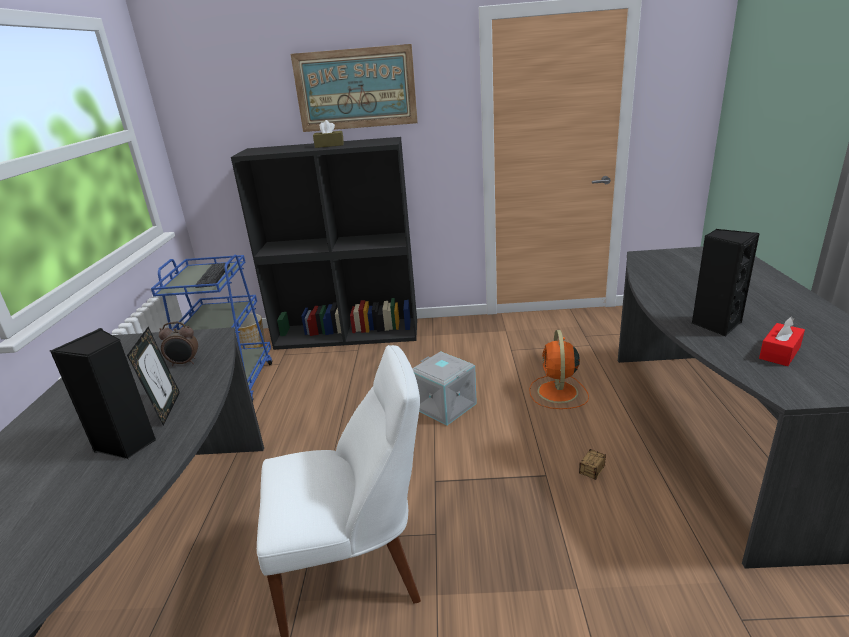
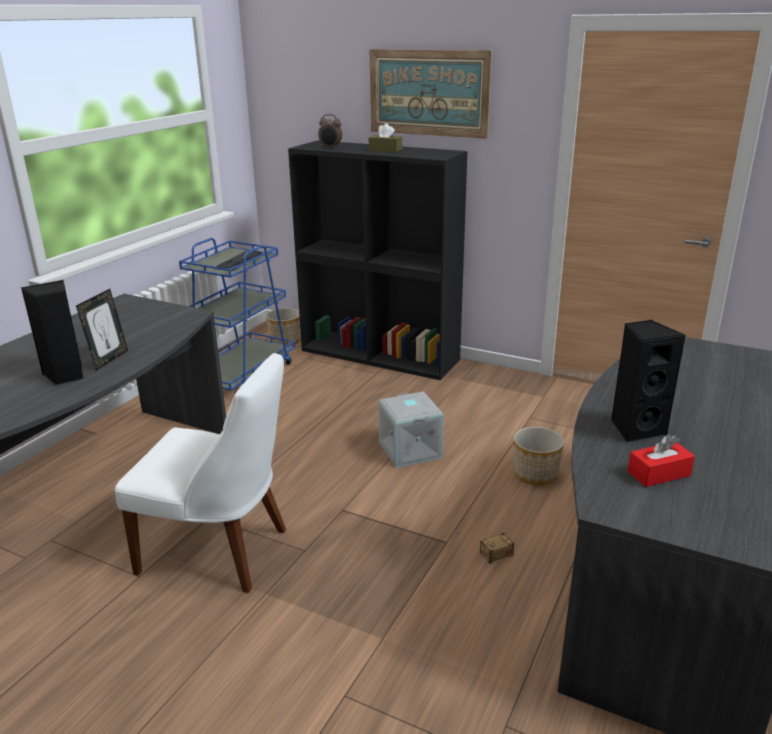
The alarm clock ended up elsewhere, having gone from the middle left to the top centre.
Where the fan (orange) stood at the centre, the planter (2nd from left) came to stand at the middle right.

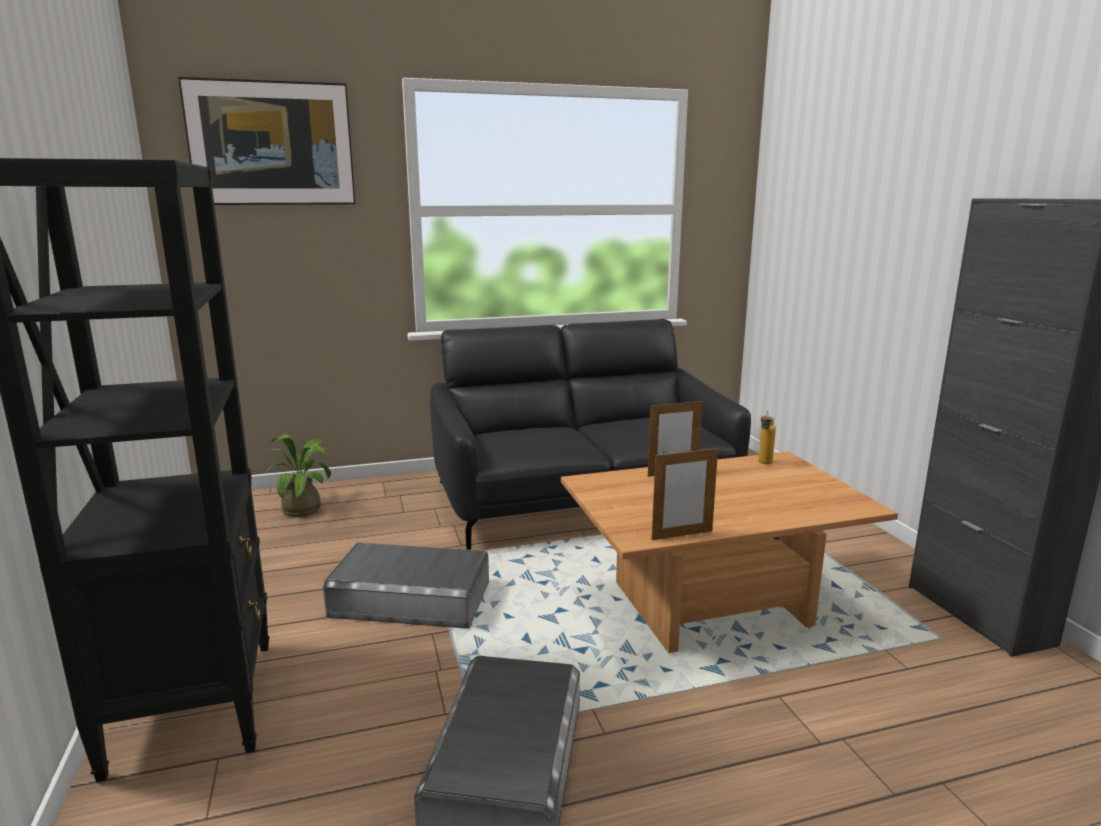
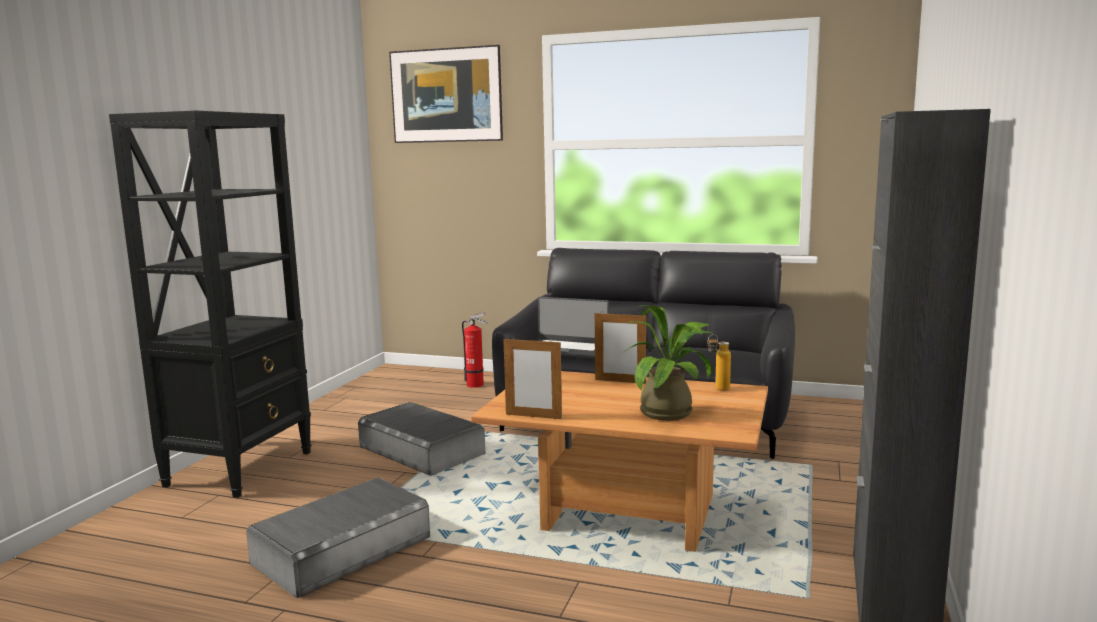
The second view gained the fire extinguisher at the centre.
The second view gained the laptop at the centre.
The potted plant ended up elsewhere, having gone from the middle left to the centre.

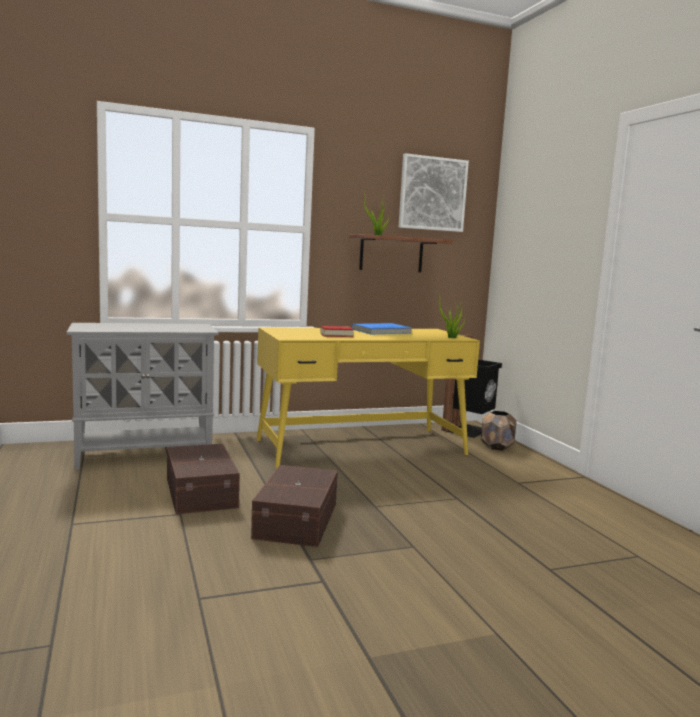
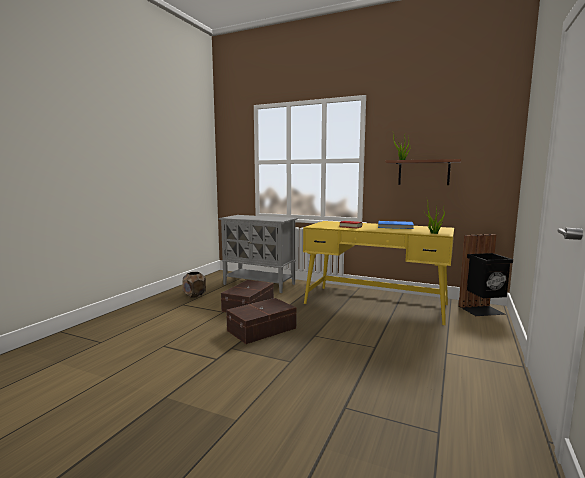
The planter (brown) ended up elsewhere, having gone from the middle right to the middle left.
The second view lost the picture at the top centre.

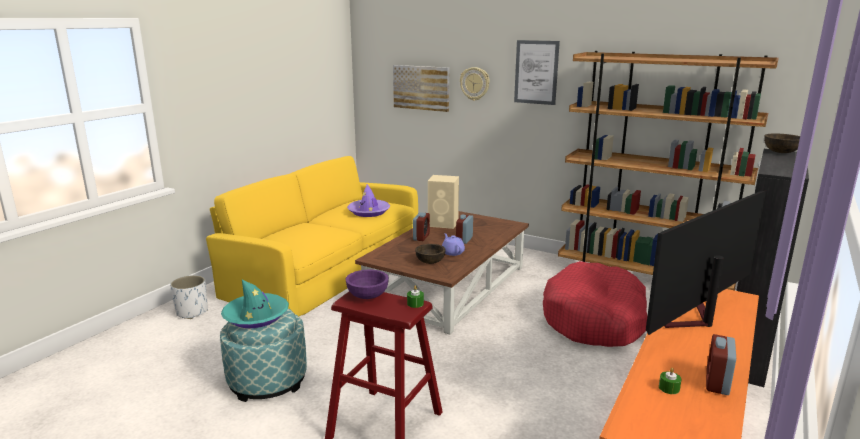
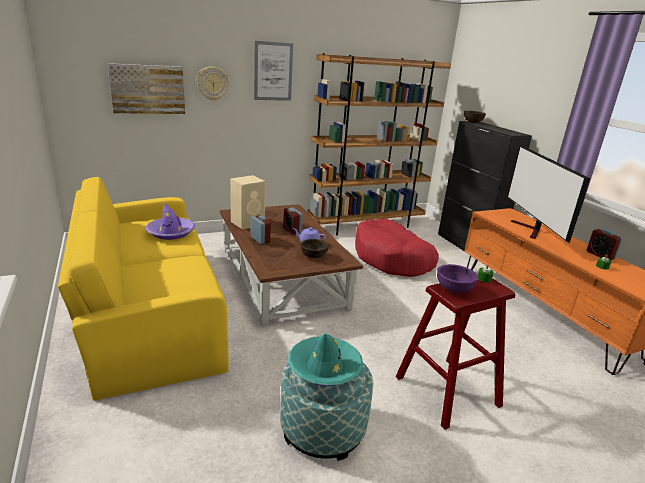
The second view lost the planter (white) at the bottom left.

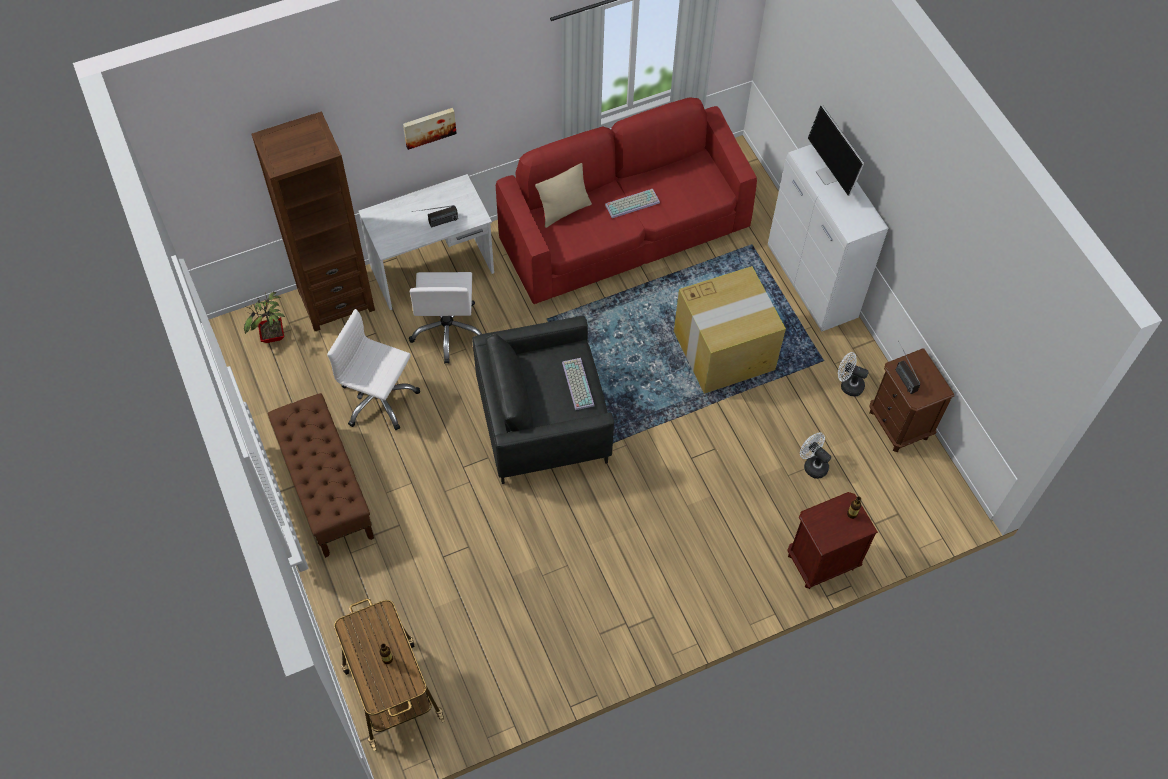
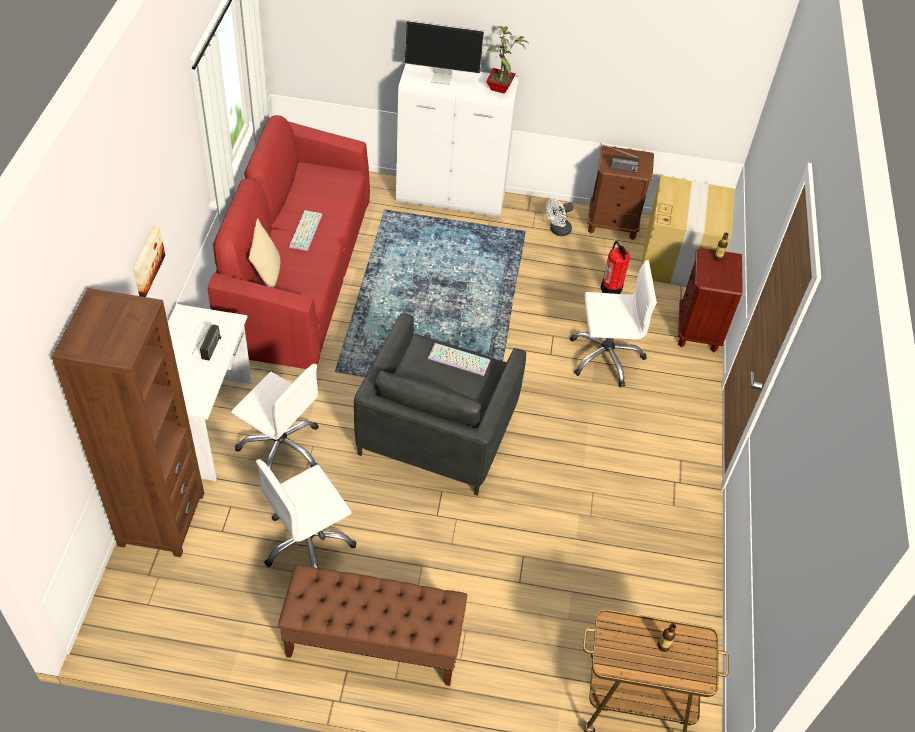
The potted plant ended up elsewhere, having gone from the middle left to the top centre.
The second view gained the office chair (white) (3rd from left) at the middle right.
Where the fan (white) (1st from left) stood at the middle right, the fire extinguisher came to stand at the middle right.
The cardboard box ended up elsewhere, having gone from the centre to the top right.

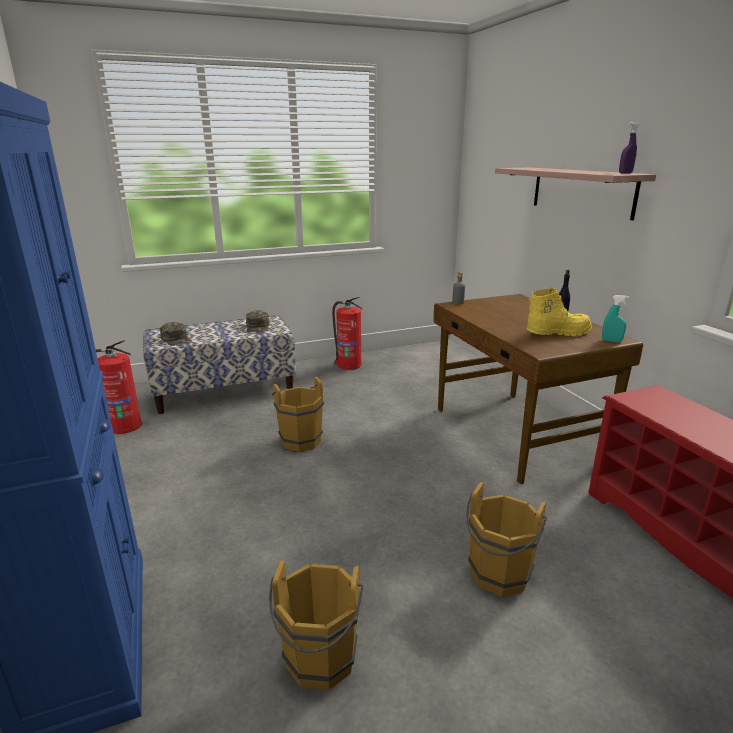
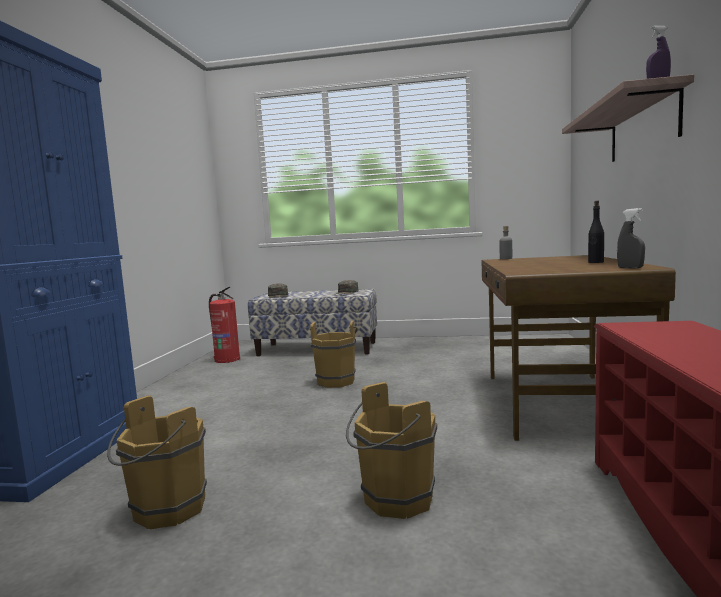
What was the spray bottle (turquoise) at the middle right turned into the spray bottle (grey) at the middle right.
The second view lost the fire extinguisher (2nd from left) at the centre.
The second view lost the boot (yellow) at the middle right.

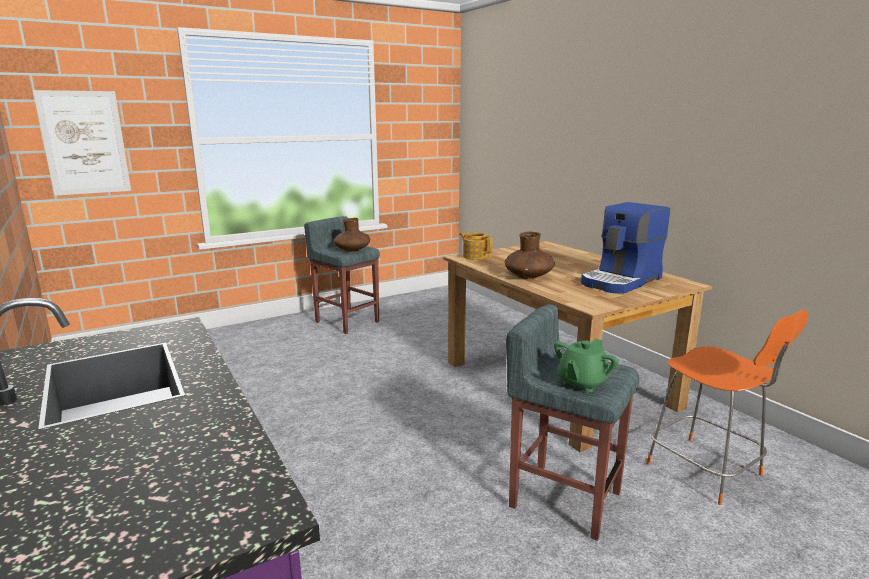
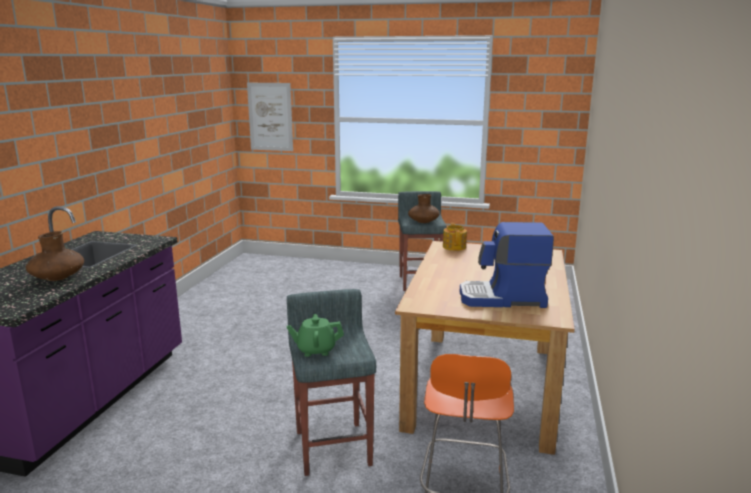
The vase (brown) (2nd from left in the first image) ended up elsewhere, having gone from the centre to the middle left.

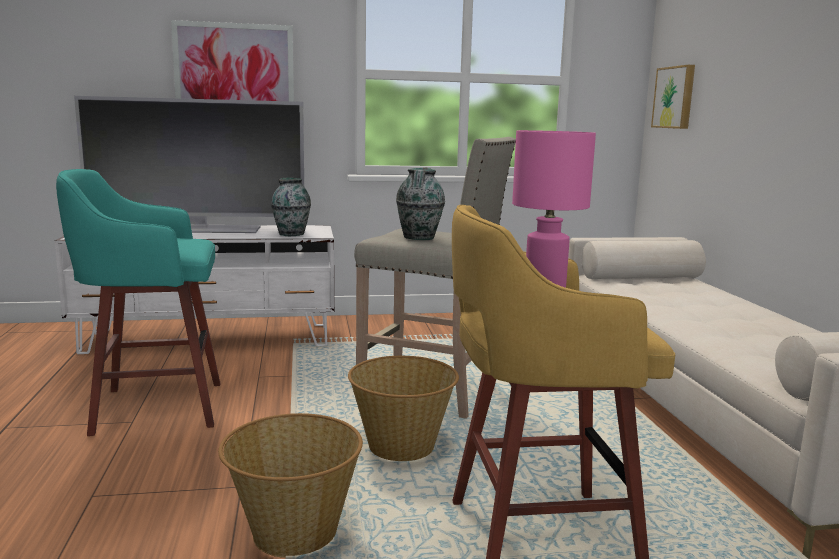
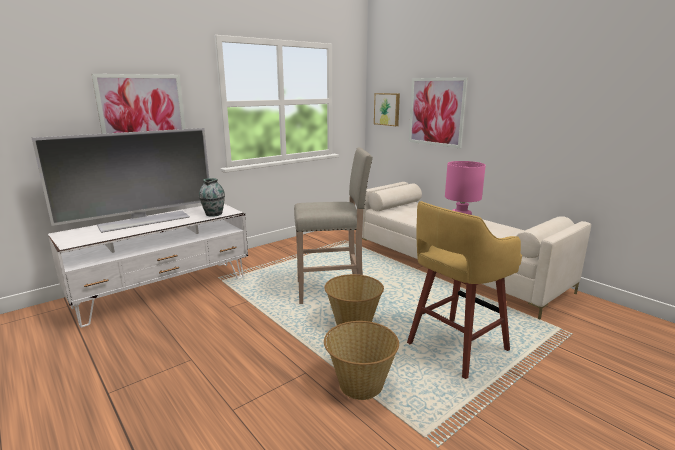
The second view gained the picture (3rd from left) at the top centre.
The second view lost the stool (turquoise) at the middle left.
The second view lost the vase (2nd from left) at the centre.

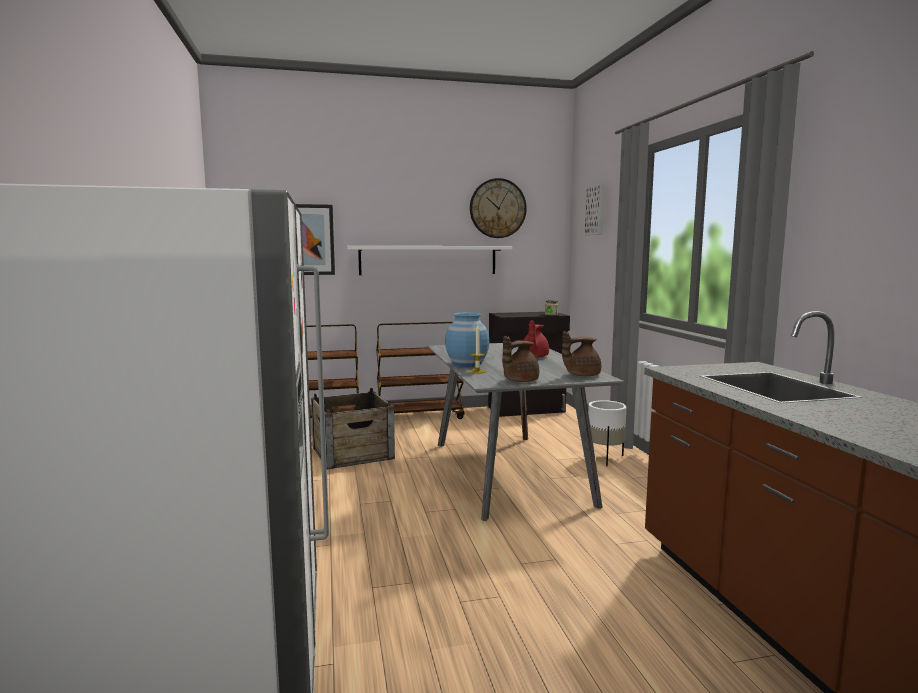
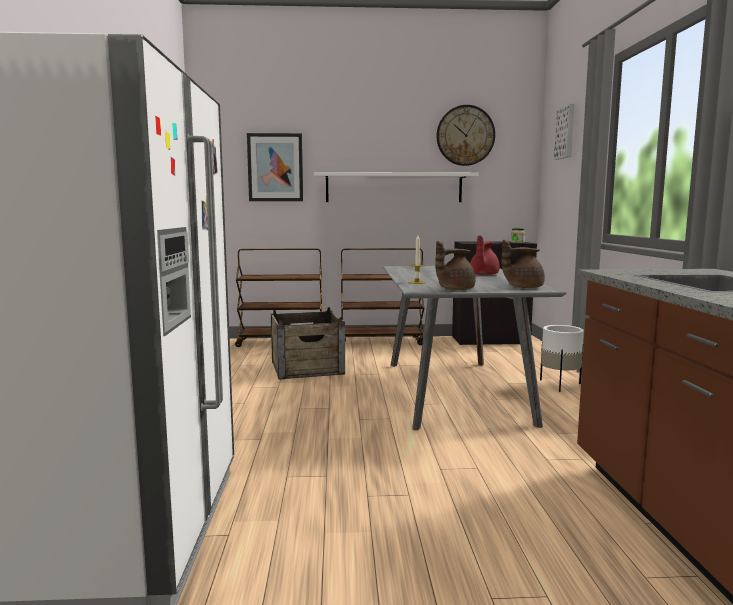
The second view lost the vase (blue) at the centre.

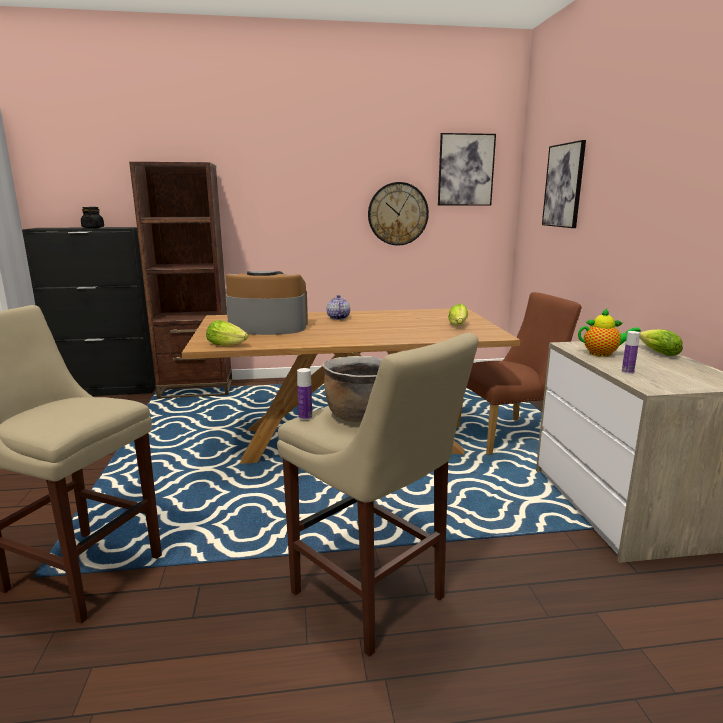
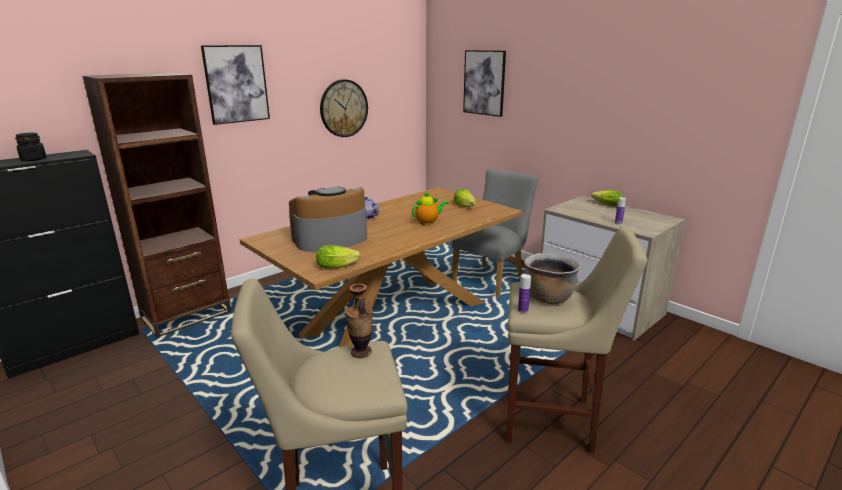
The picture (1st from left) ended up elsewhere, having gone from the top centre to the top left.
The second view gained the vase at the centre.
The teapot (2nd from left) ended up elsewhere, having gone from the middle right to the centre.
What was the chair (brown) at the middle right turned into the chair (grey) at the centre.

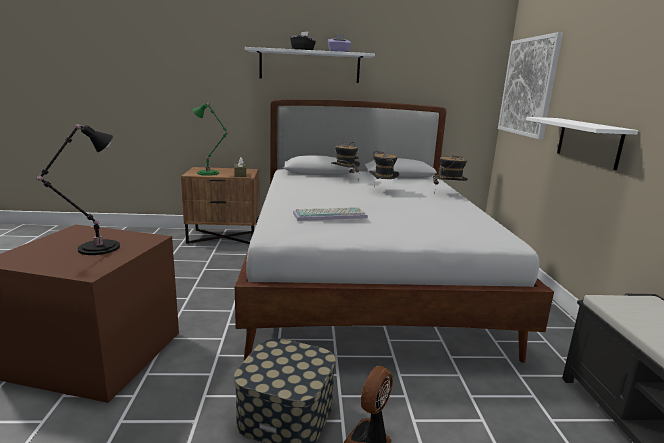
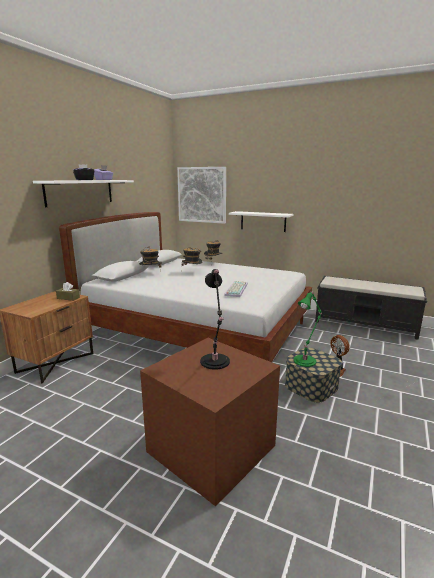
The table lamp (green) ended up elsewhere, having gone from the top left to the middle right.

